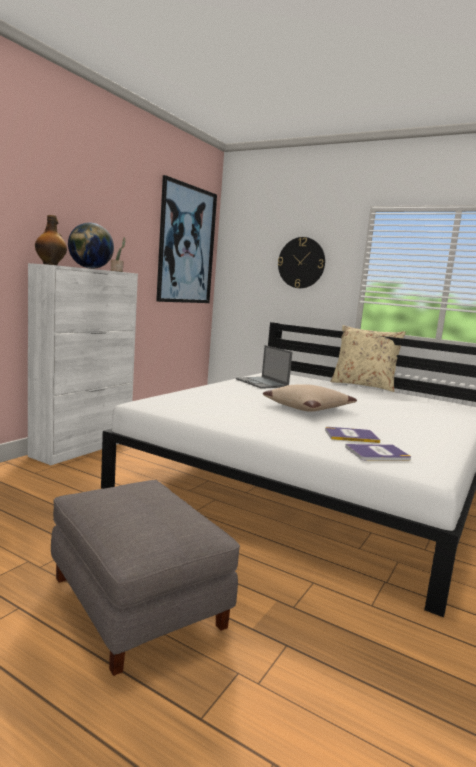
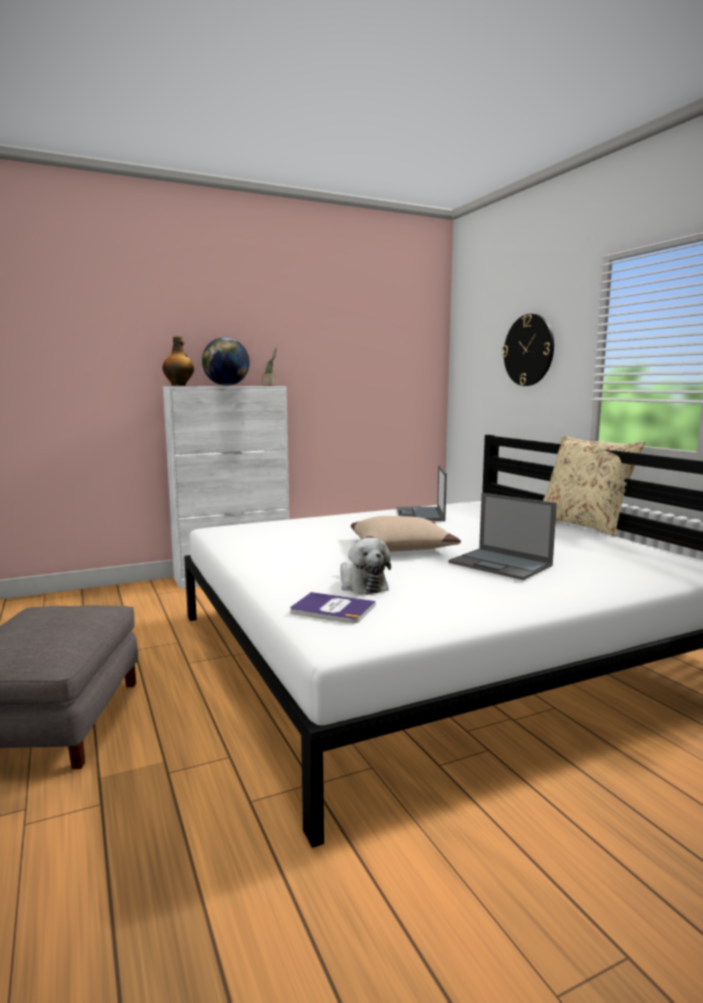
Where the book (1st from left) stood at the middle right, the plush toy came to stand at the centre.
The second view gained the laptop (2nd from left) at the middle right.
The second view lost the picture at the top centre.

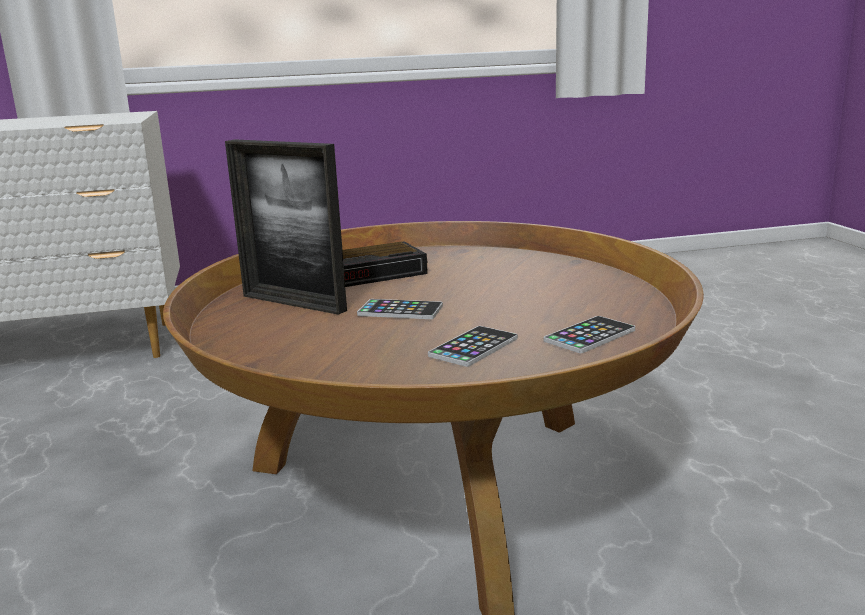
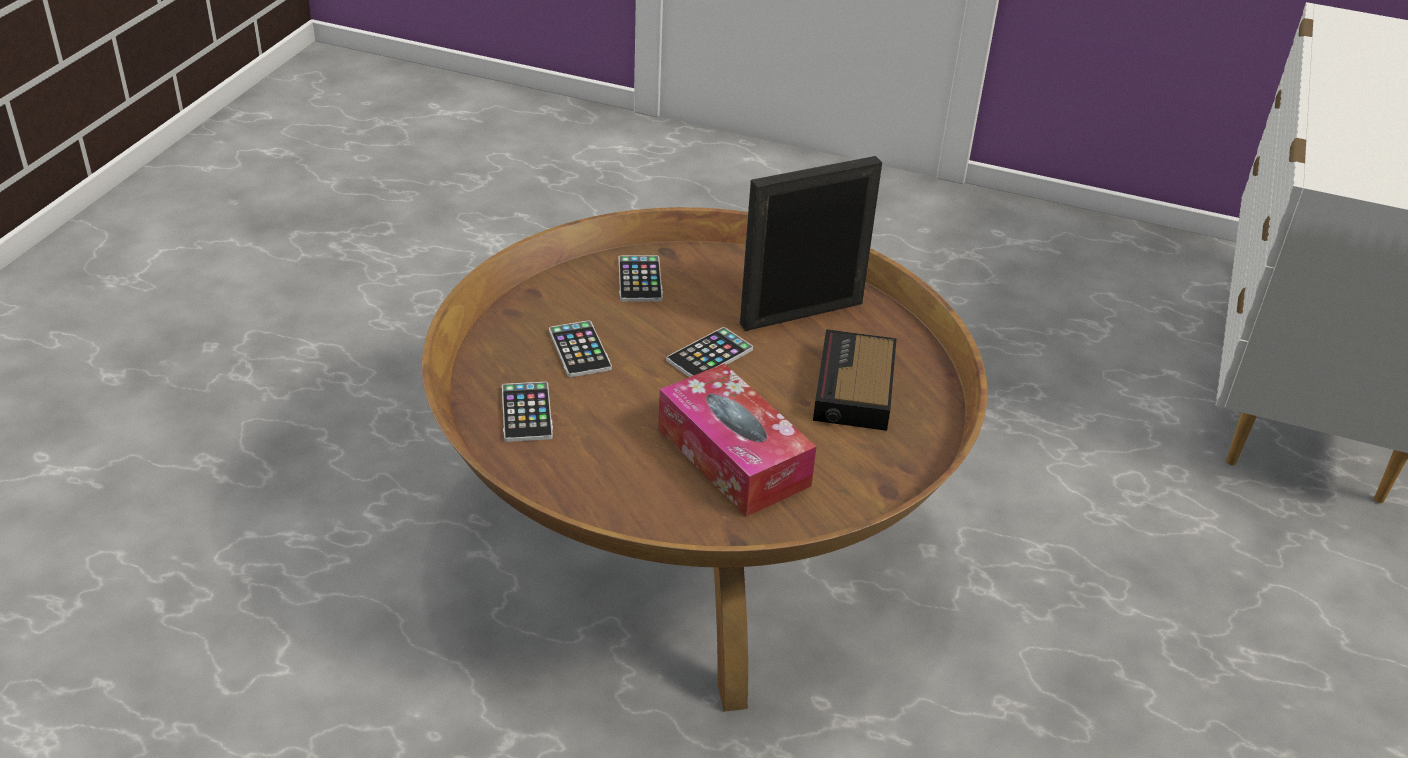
The second view gained the phone (3rd from left) at the centre.
The second view gained the tissue box at the centre.

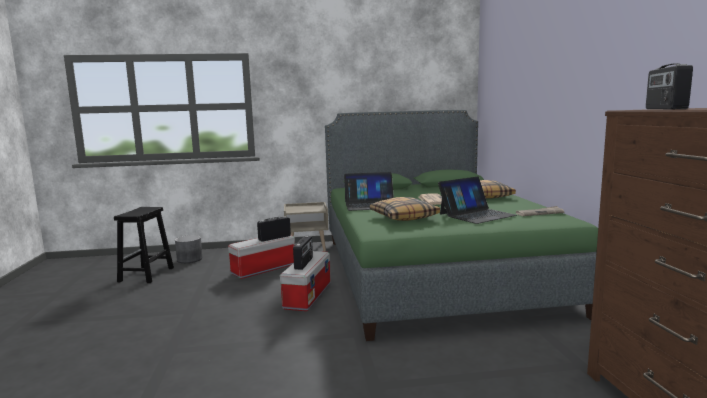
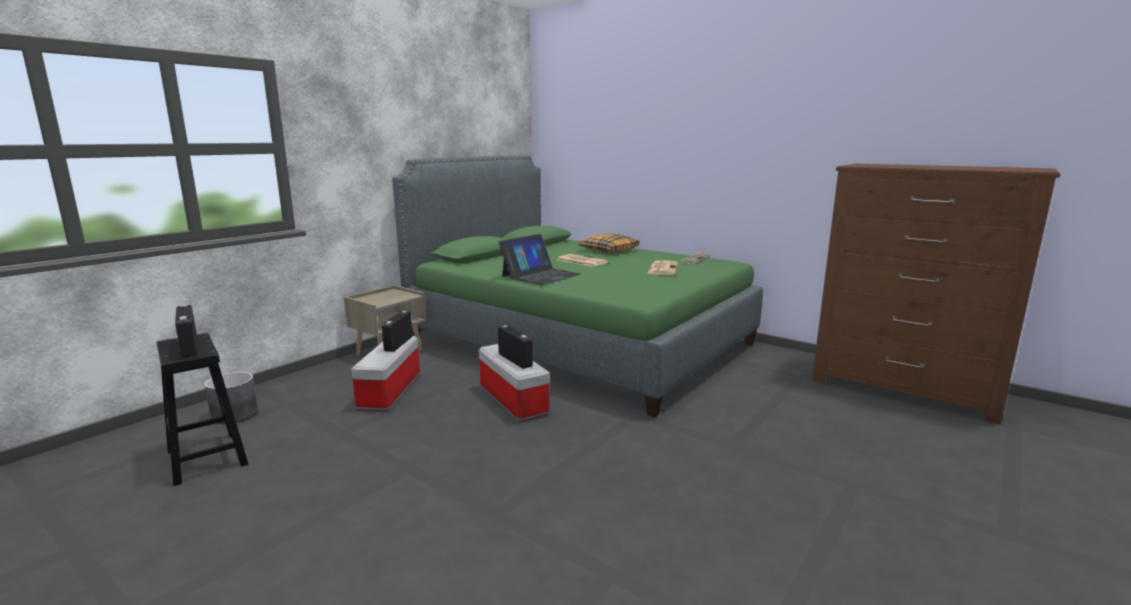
The radio (3rd from left in the first image) ended up elsewhere, having gone from the top right to the middle left.
Where the laptop (2nd from left) stood at the middle right, the newspaper (2nd from left) came to stand at the centre.
The second view lost the pillow (1st from left) at the centre.

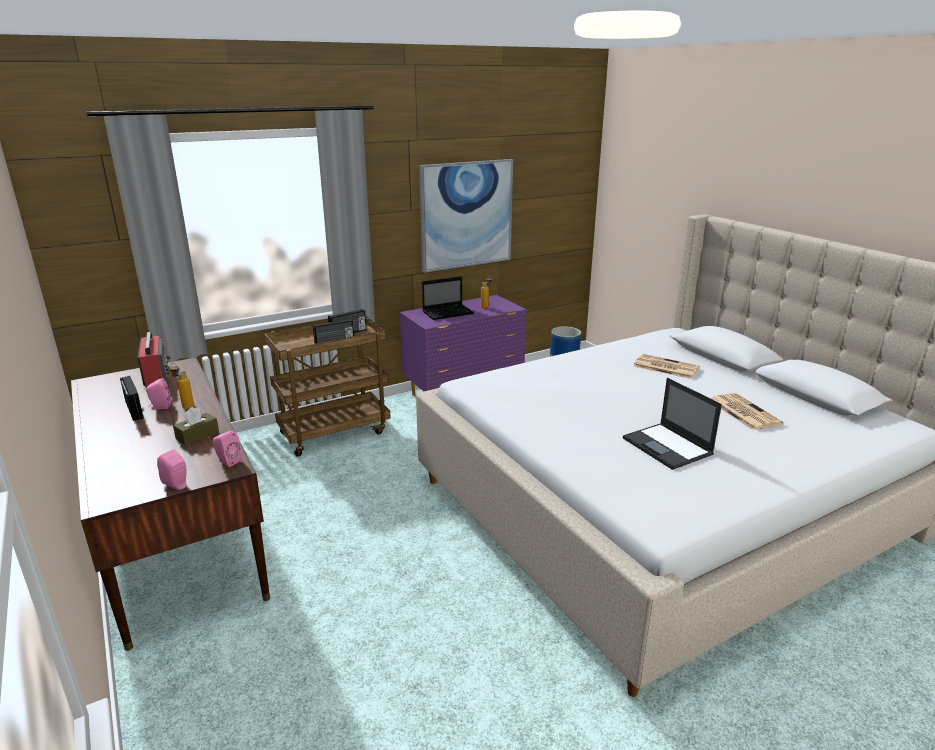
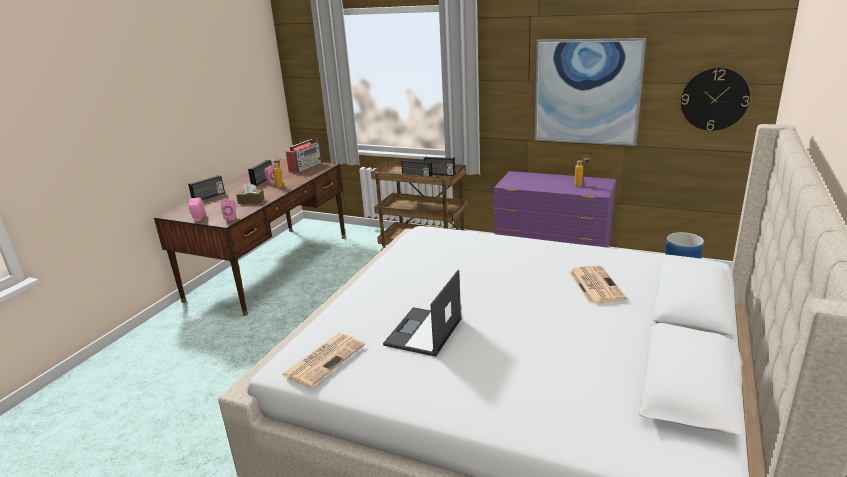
The second view gained the radio (1st from left) at the middle left.
The newspaper (2nd from left in the first image) ended up elsewhere, having gone from the middle right to the bottom centre.
The second view gained the wall clock at the top right.
The second view lost the laptop (1st from left) at the centre.

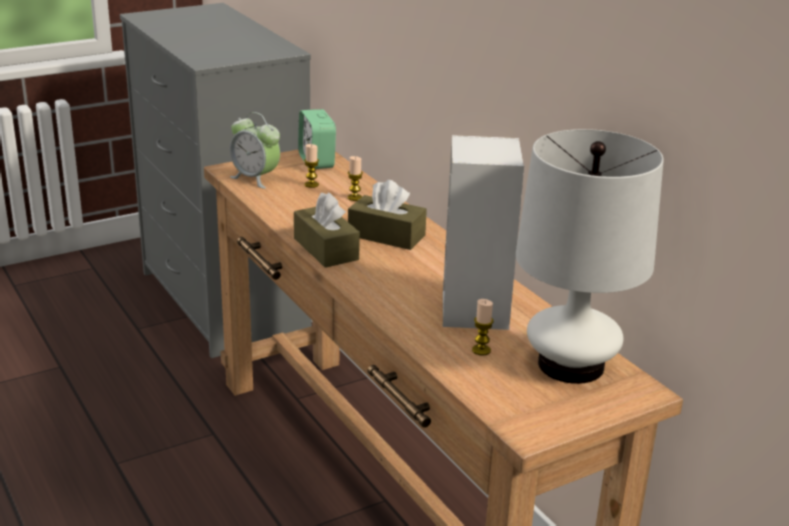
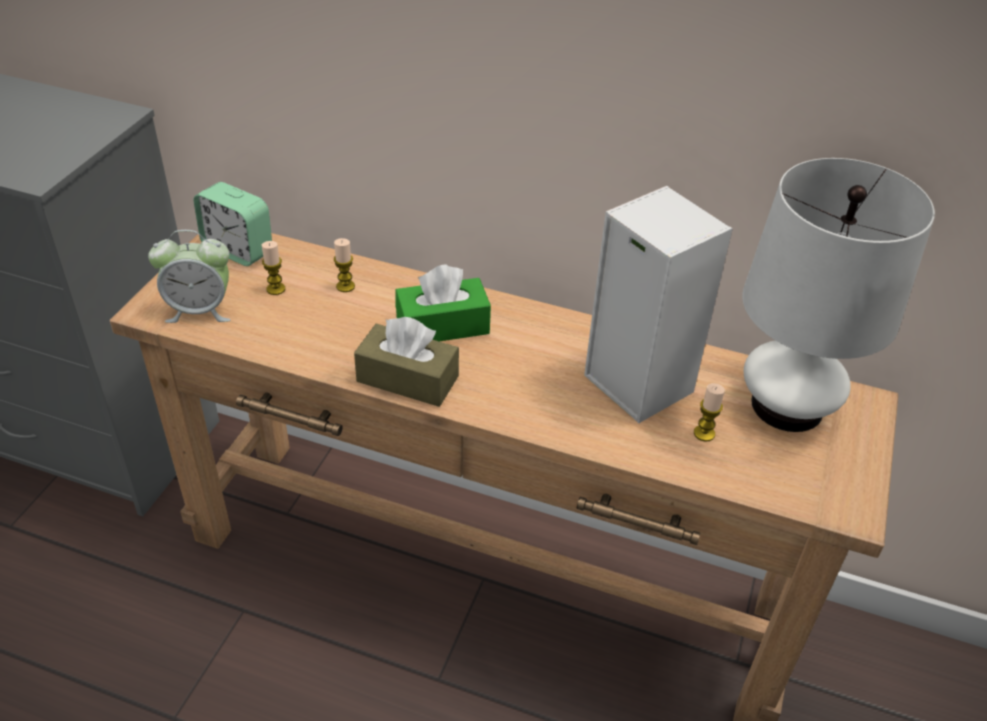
What was the tissue box (brown) (2nd from left) at the centre turned into the tissue box (green) at the centre.

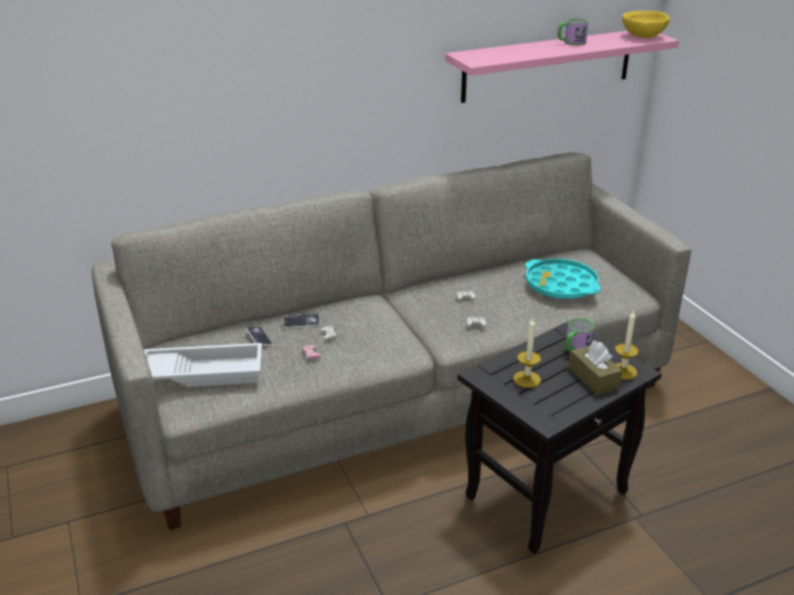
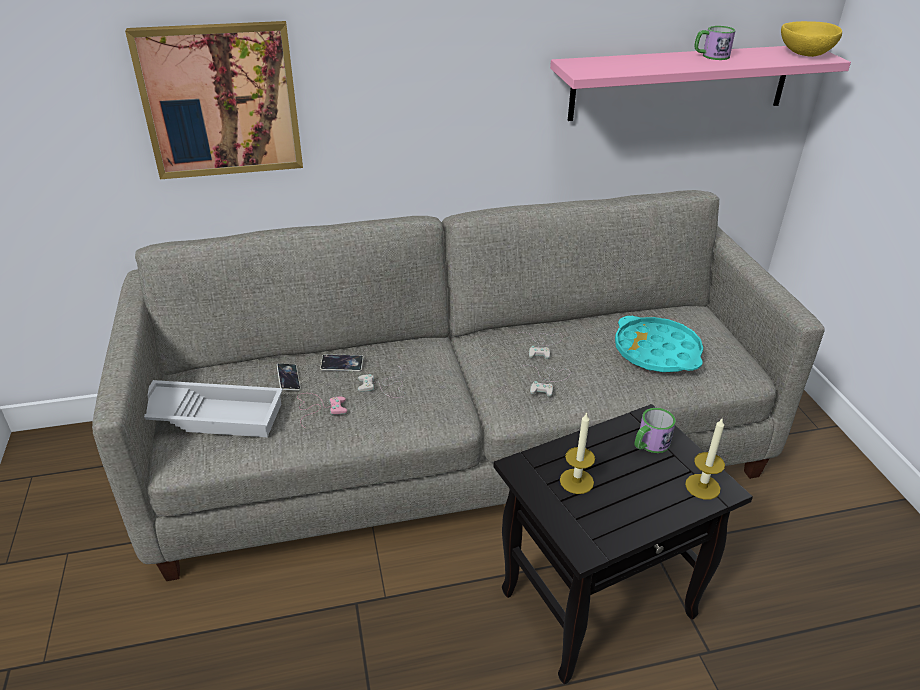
The second view gained the picture at the top left.
The second view lost the tissue box (brown) at the middle right.

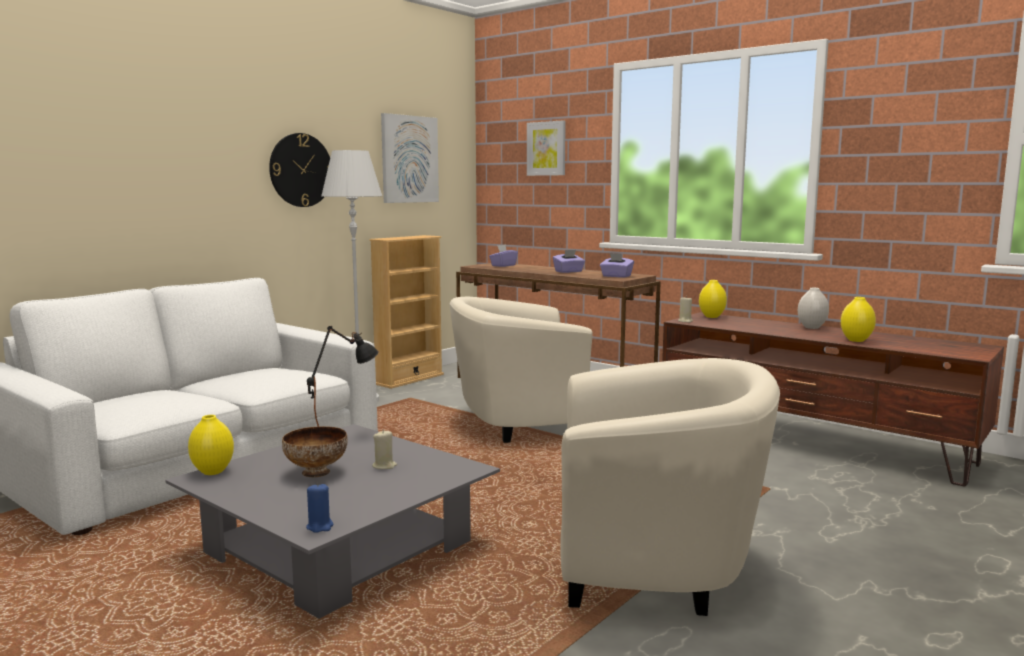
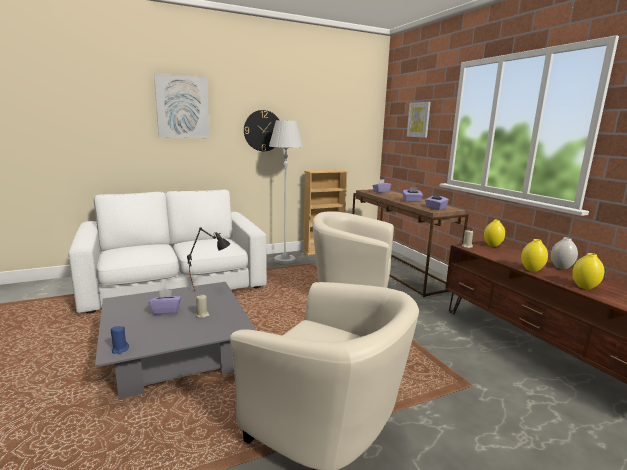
Where the bowl stood at the bottom left, the tissue box (purple) (1st from left) came to stand at the middle left.
The picture (1st from left) ended up elsewhere, having gone from the top centre to the top left.
The vase (yellow) (1st from left in the first image) ended up elsewhere, having gone from the bottom left to the middle right.

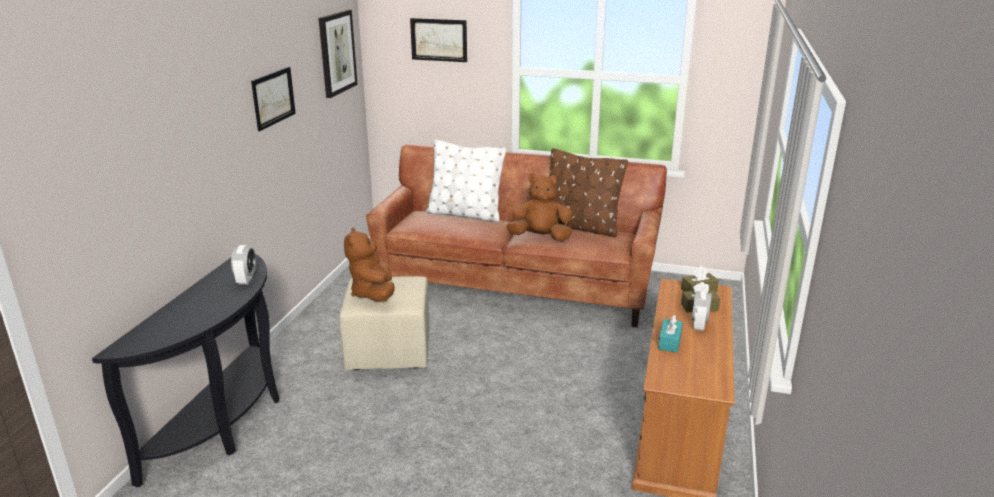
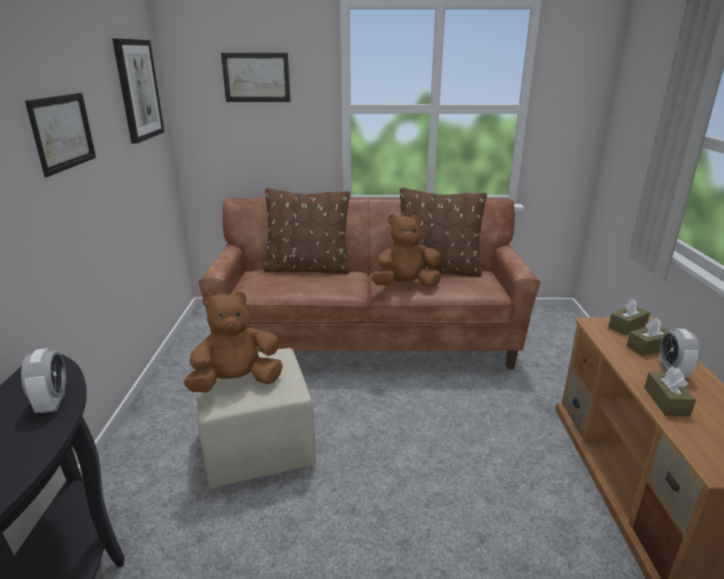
The plush toy (brown) (1st from left) at the centre ended up facing another way, 90 degrees clockwise from before.
What was the pillow (white) at the centre turned into the pillow (brown) (1st from left) at the centre.
What was the tissue box (turquoise) at the bottom right turned into the tissue box (brown) (3rd from left) at the bottom right.

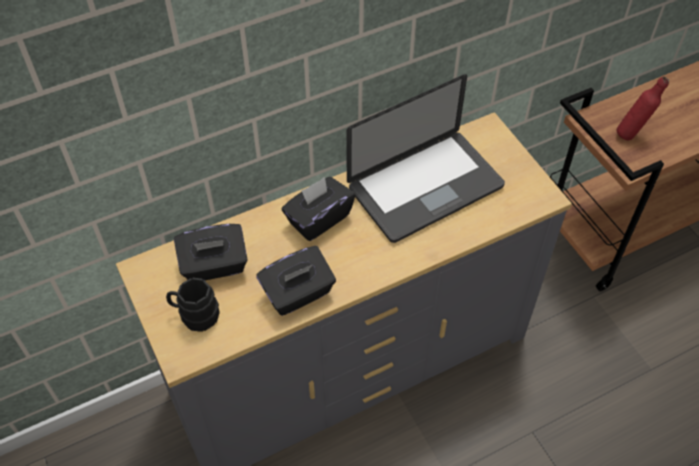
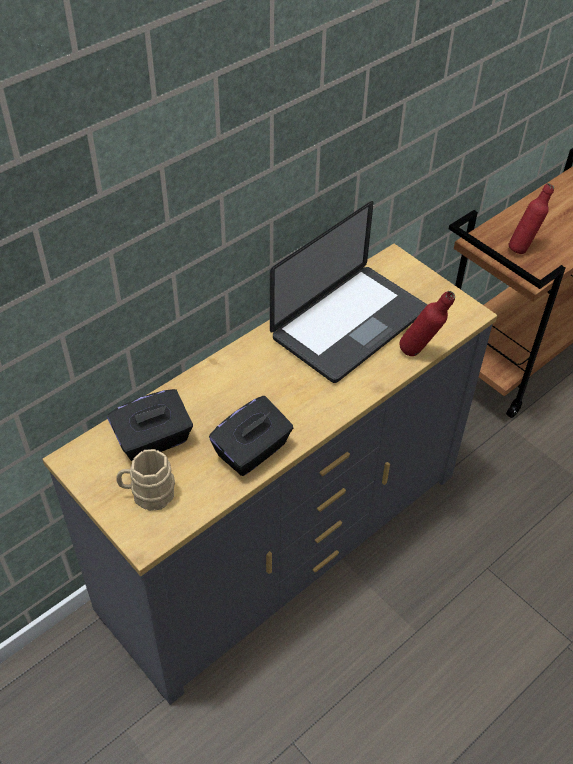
What was the mug (black) at the middle left turned into the mug (beige) at the middle left.
The second view gained the bottle (red) (1st from left) at the middle right.
The second view lost the tissue box (black) (3rd from left) at the centre.

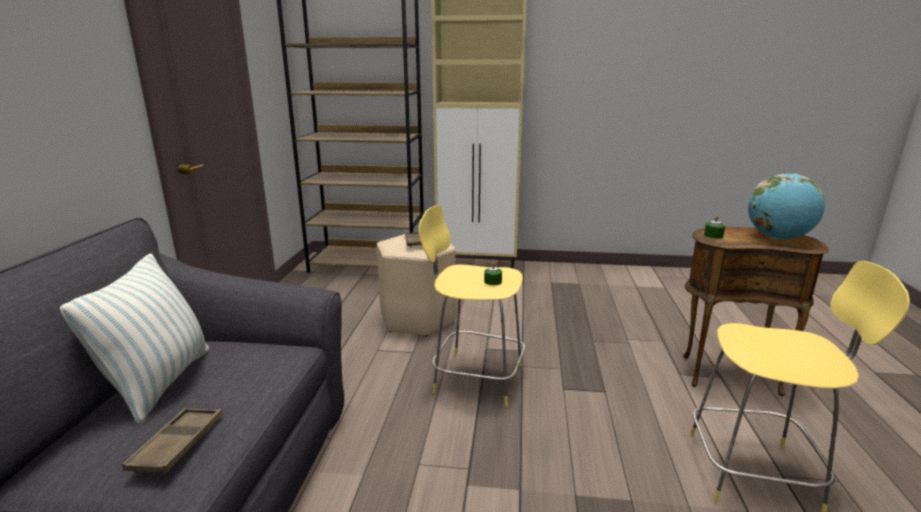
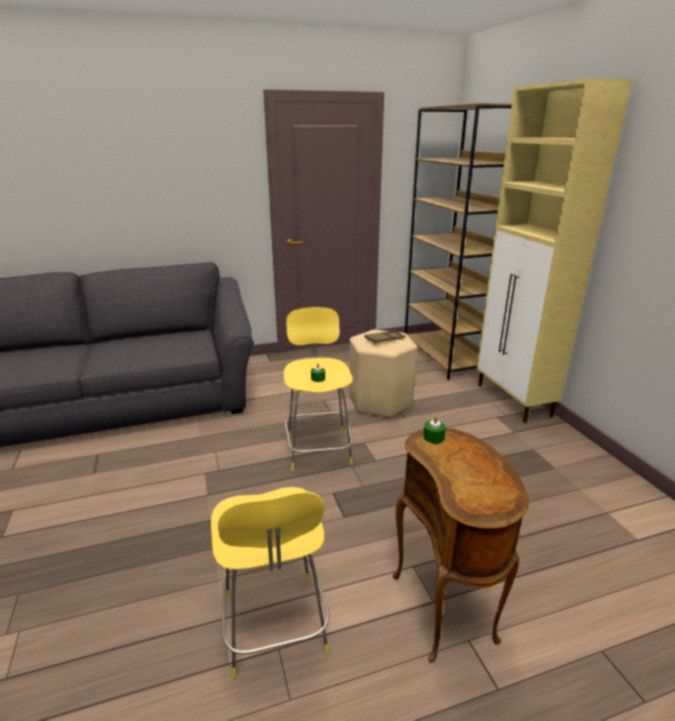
The second view lost the pillow at the middle left.
The second view lost the tray (brown) (1st from left) at the bottom left.
The second view lost the globe at the middle right.

